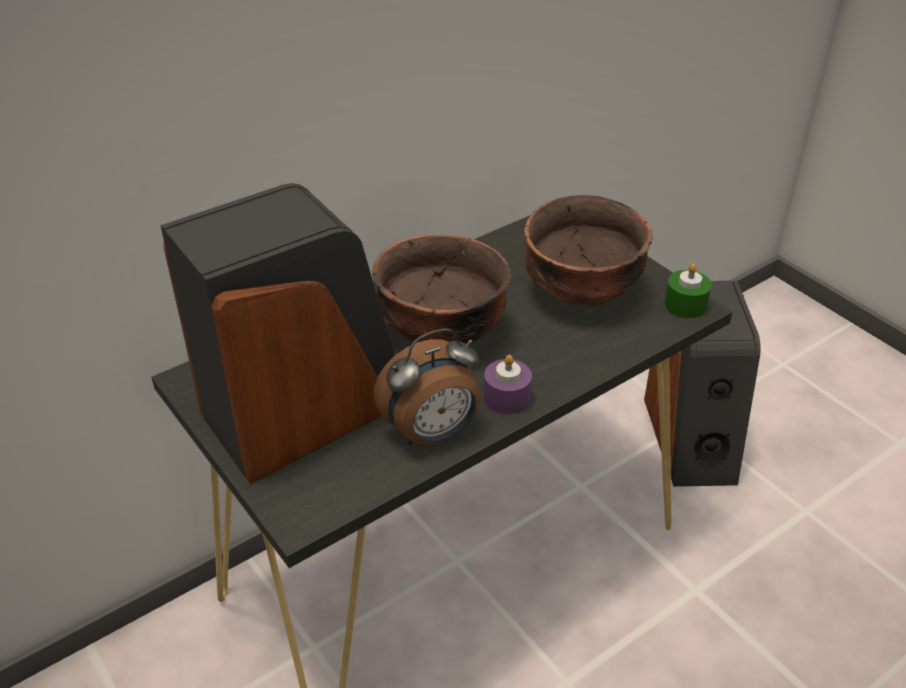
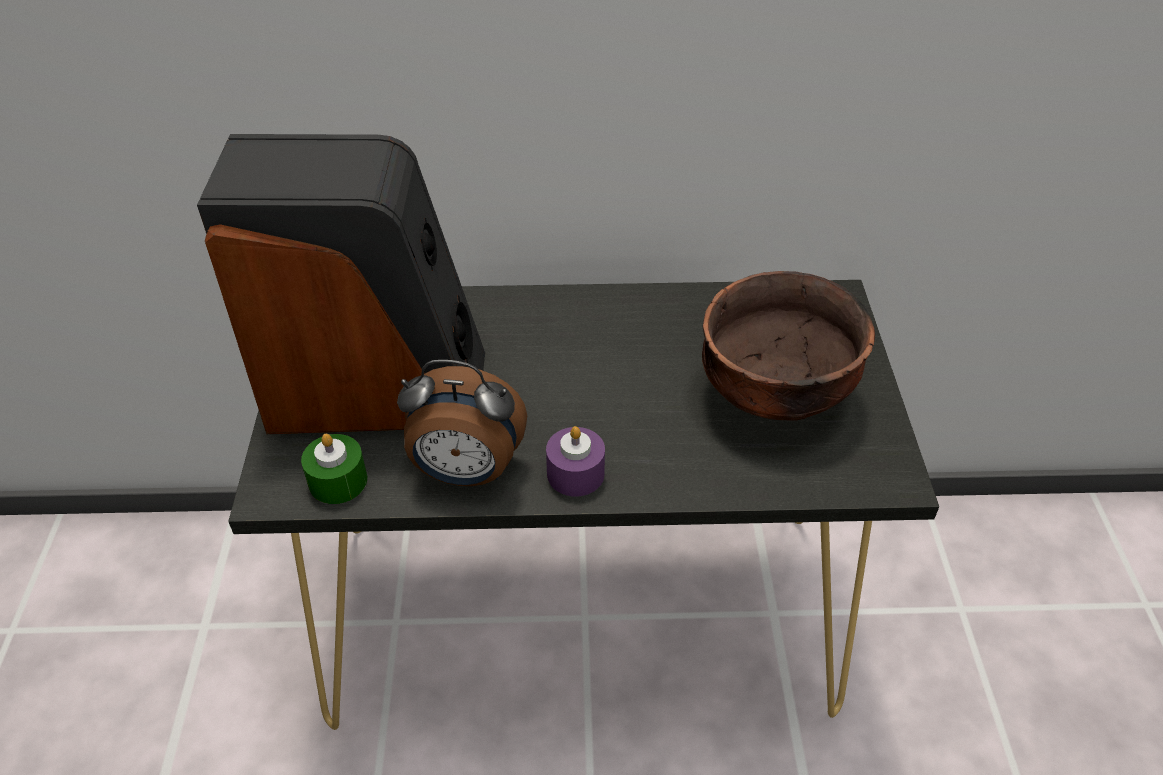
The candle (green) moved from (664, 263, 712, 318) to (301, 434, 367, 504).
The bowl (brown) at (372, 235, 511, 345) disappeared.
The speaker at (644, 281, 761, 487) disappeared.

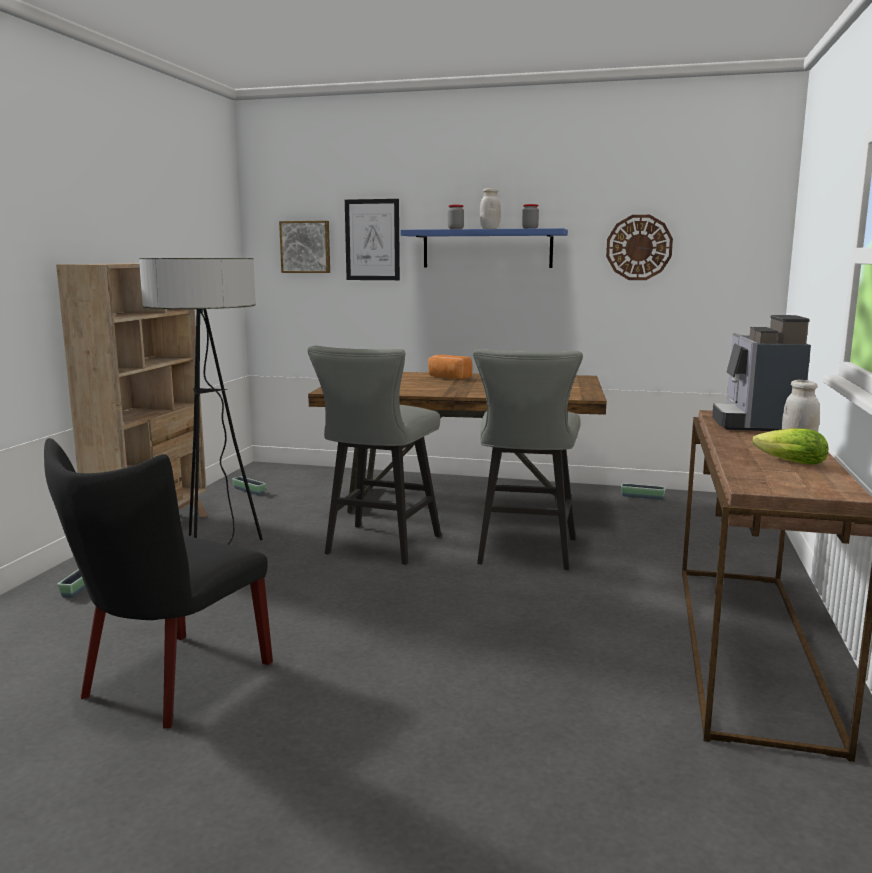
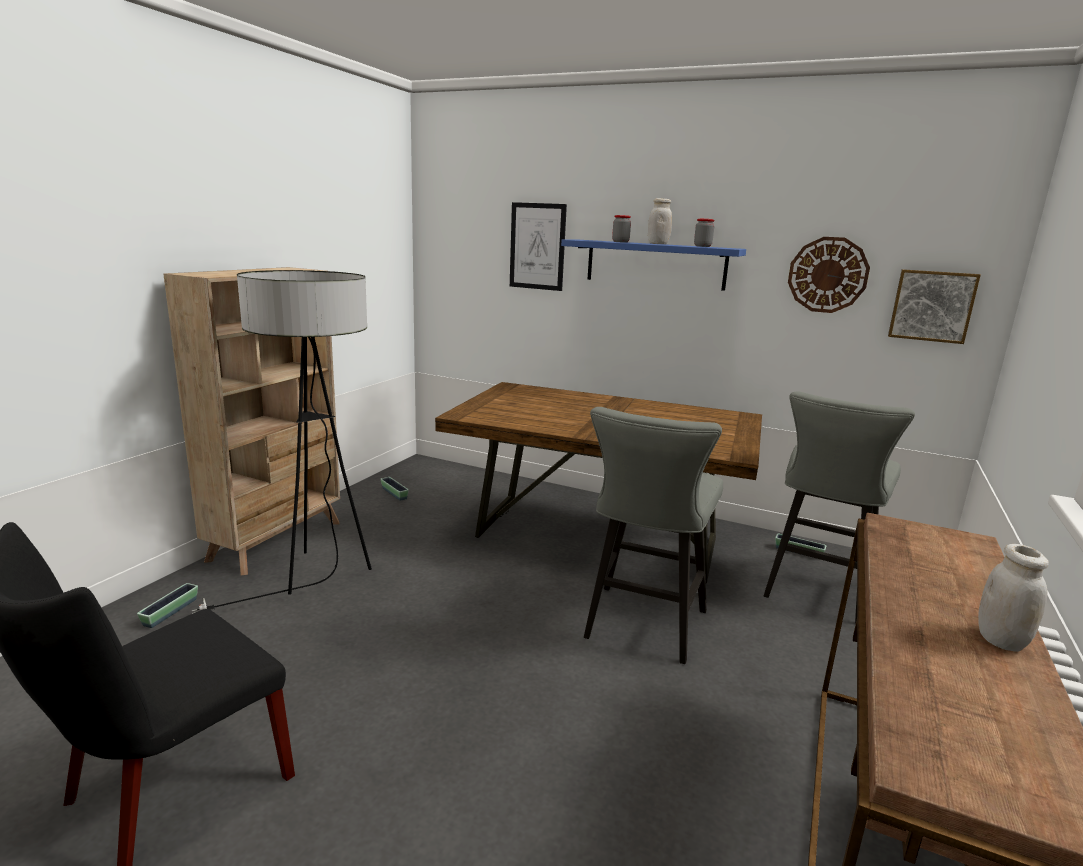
The stool (grey) moved from (308, 346, 441, 565) to (764, 391, 915, 624).
The picture moved from (279, 221, 330, 273) to (888, 269, 981, 344).
The bread at (428, 355, 473, 379) disappeared.
The coffee machine at (712, 315, 811, 431) disappeared.
The lettuce at (753, 428, 829, 465) disappeared.

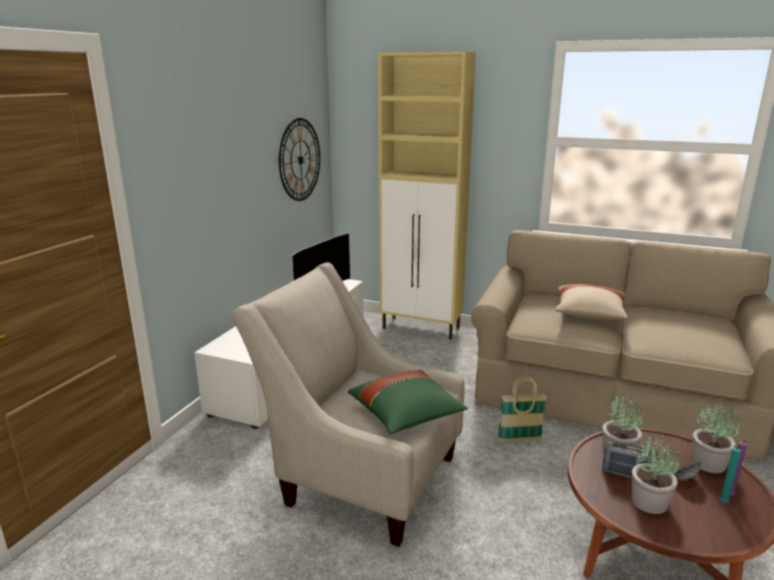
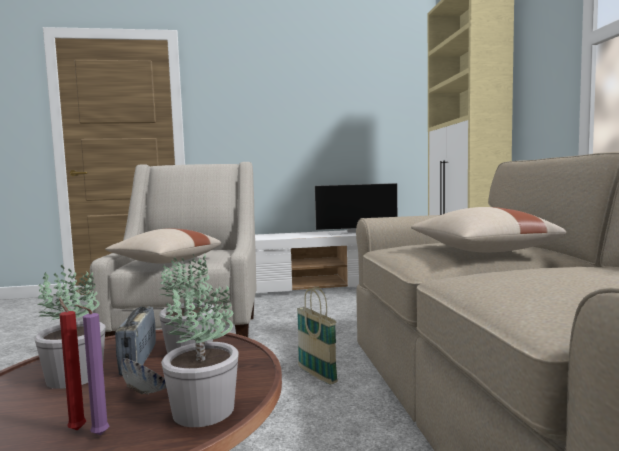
The candle (turquoise) at (720, 445, 741, 503) became the candle (red) at (59, 298, 86, 430).
The pillow (green) at (348, 370, 468, 435) became the pillow (beige) at (105, 228, 221, 263).
The wall clock at (279, 118, 320, 201) disappeared.

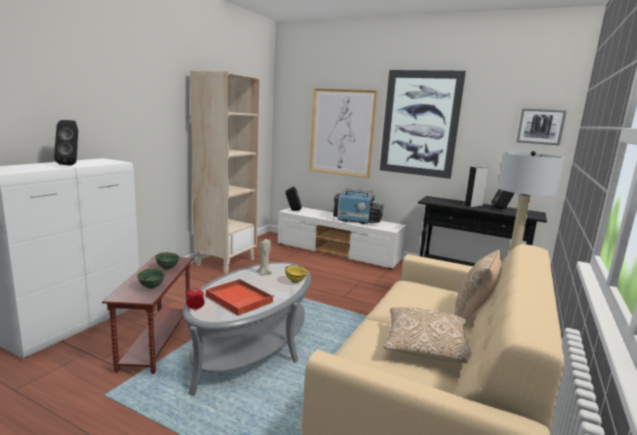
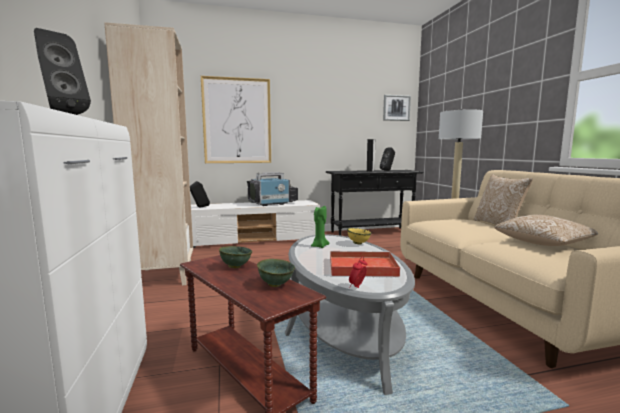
The candle (beige) at (256, 239, 272, 275) became the candle (green) at (311, 206, 329, 248).
The picture at (380, 70, 466, 179) disappeared.

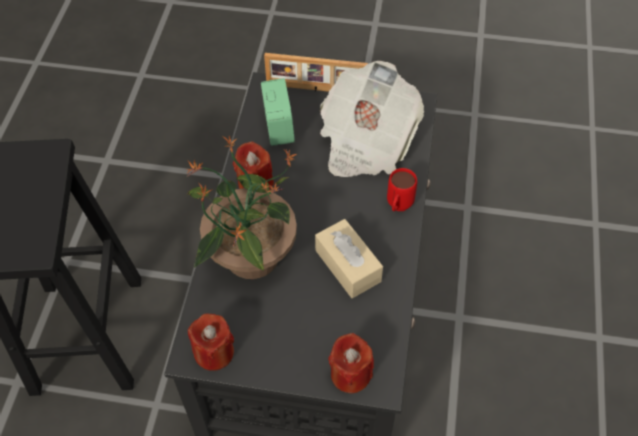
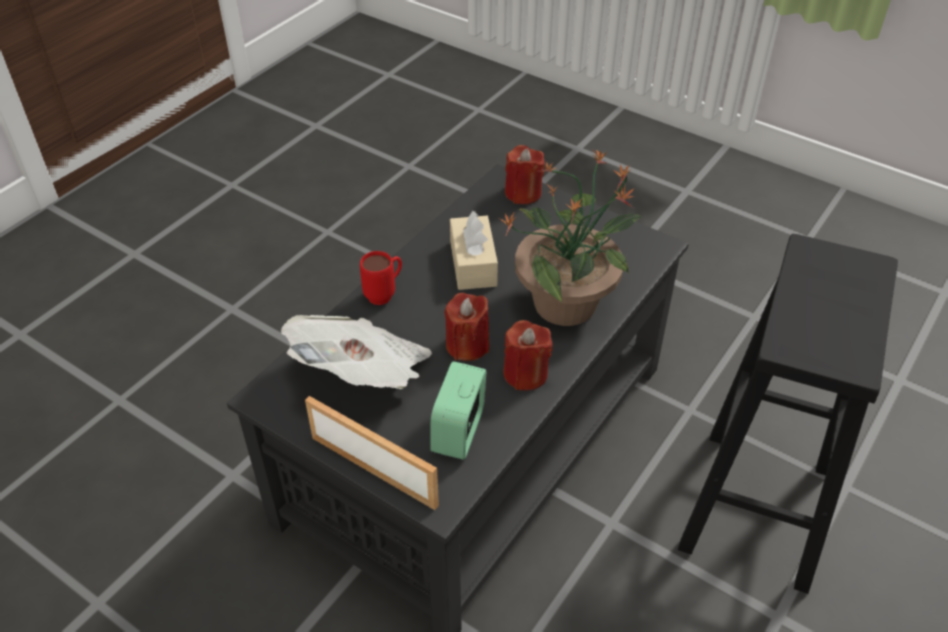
The candle (red) moved from (188, 313, 234, 371) to (444, 293, 489, 361).

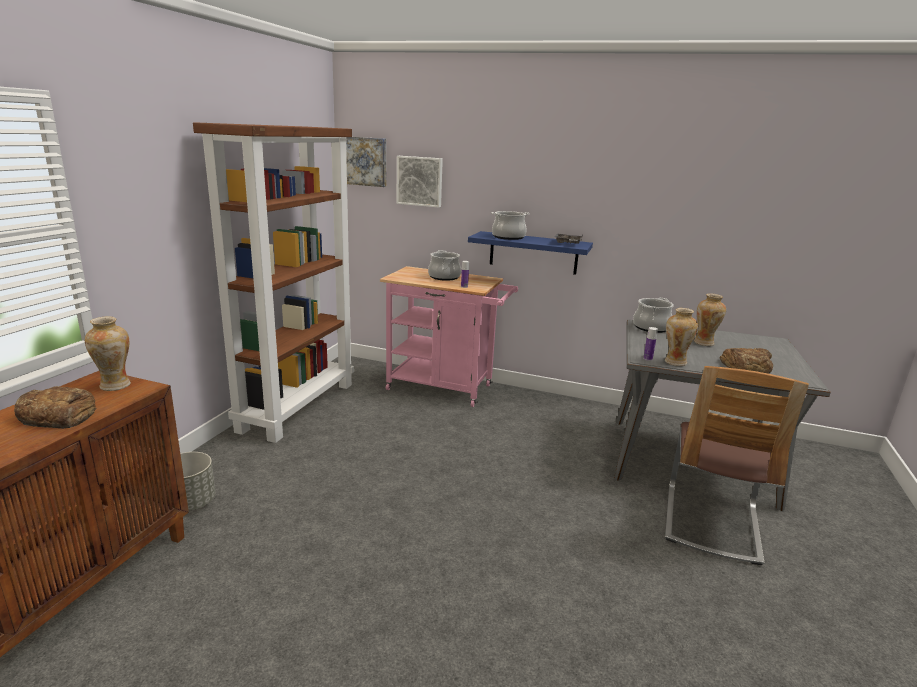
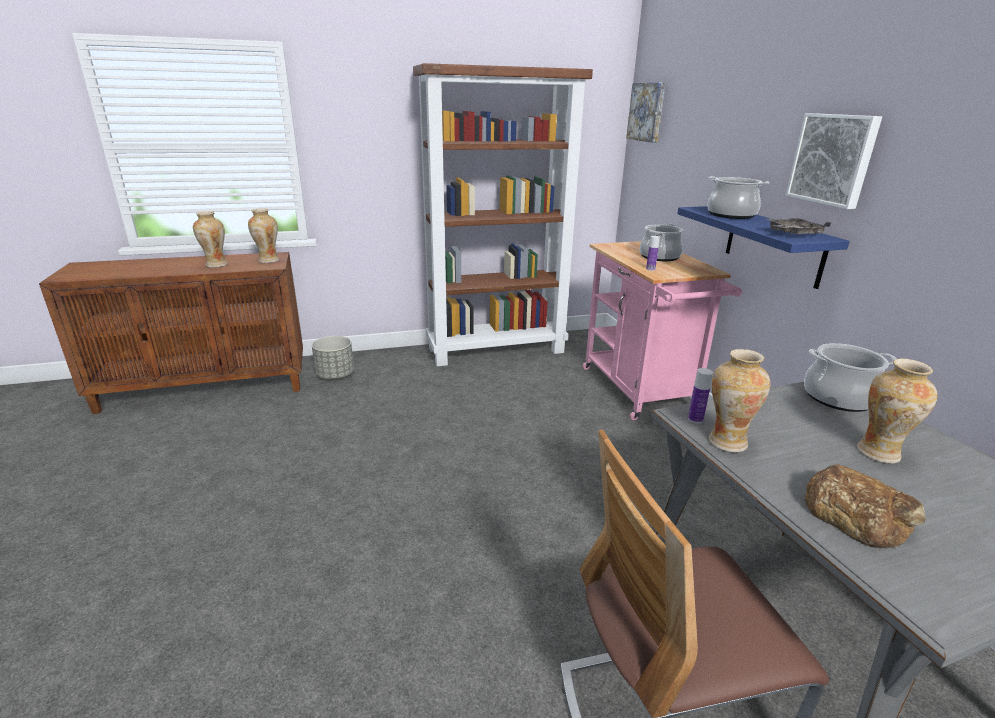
The bread at (14, 386, 97, 429) was replaced by the vase at (193, 211, 228, 268).
The picture moved from (397, 156, 443, 208) to (786, 113, 882, 209).

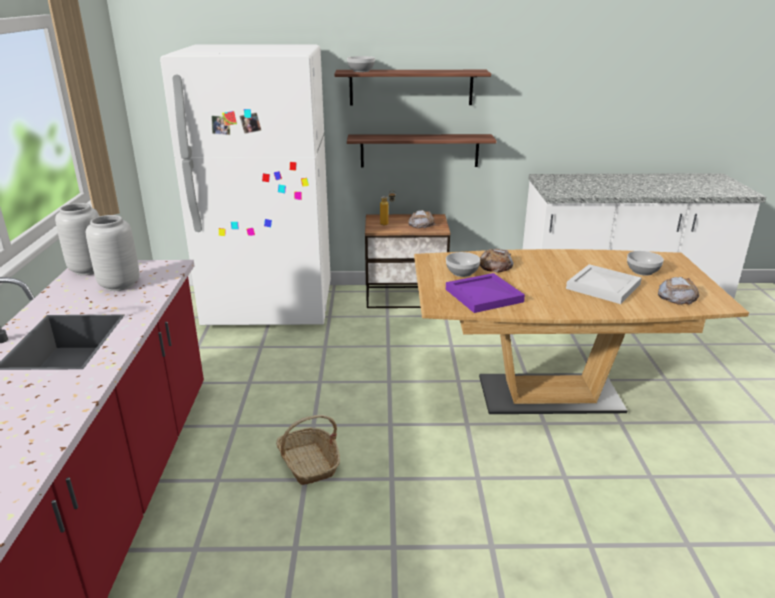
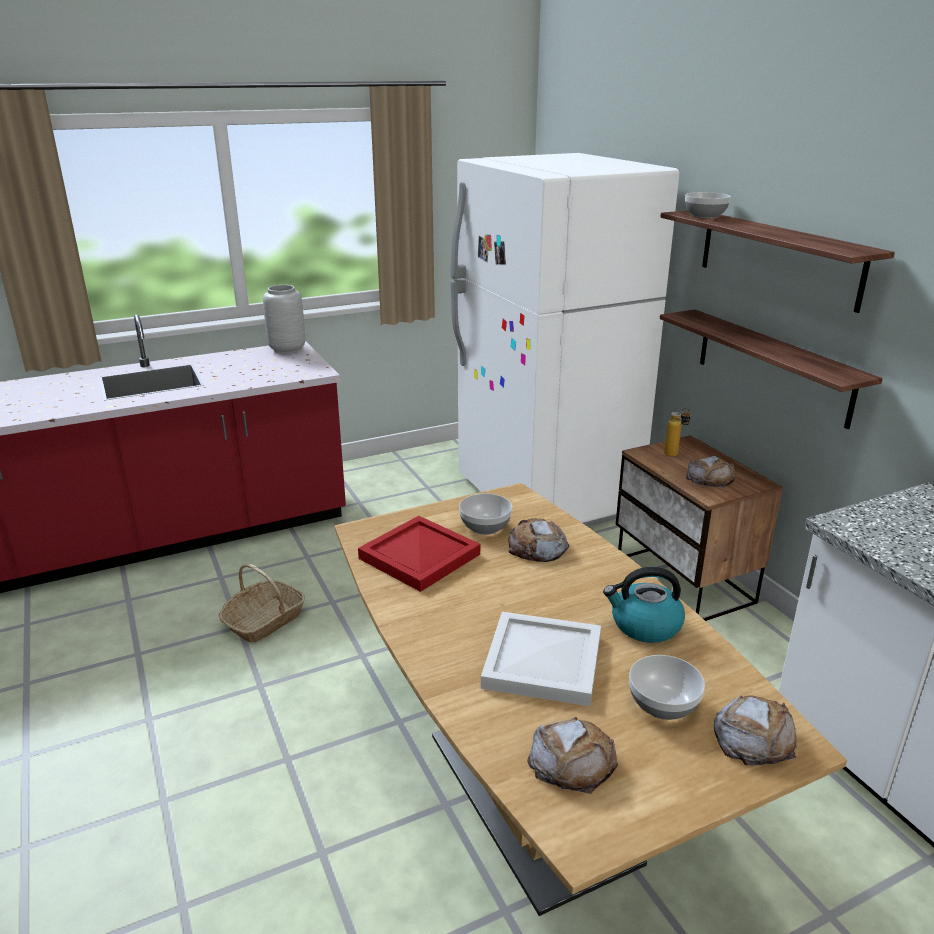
The tray (purple) at (446, 273, 525, 313) became the tray (red) at (358, 516, 480, 592).
The kettle at (603, 567, 685, 643) appeared.
The bread at (714, 696, 797, 766) appeared.
The vase (grey) at (86, 215, 140, 291) disappeared.

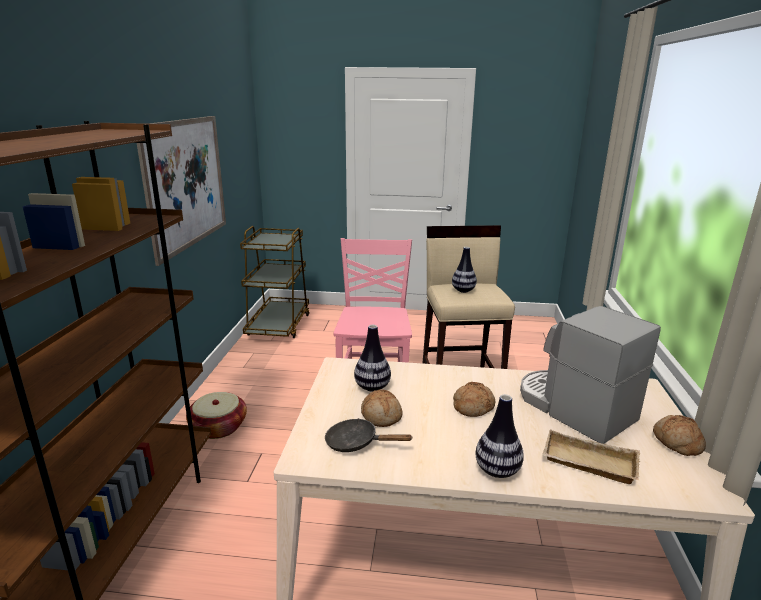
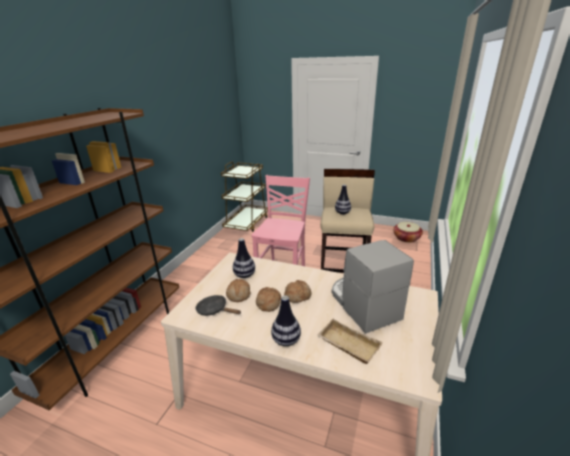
The bread moved from (653, 415, 706, 456) to (256, 287, 281, 312).
The basket moved from (186, 392, 247, 439) to (393, 222, 423, 243).
The picture at (137, 116, 226, 266) disappeared.

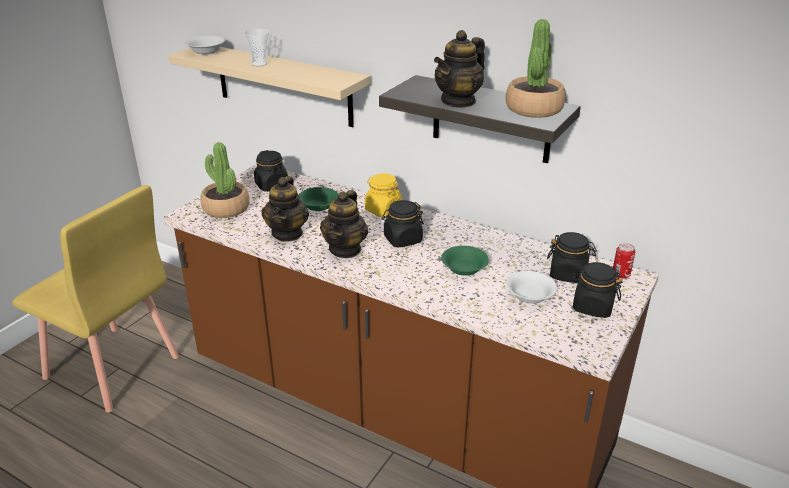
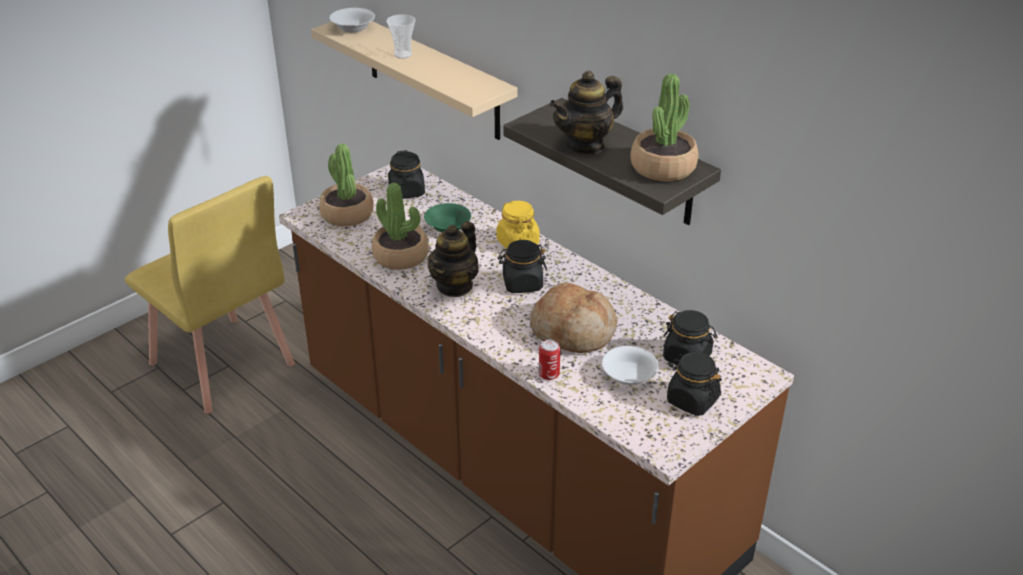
The teapot at (262, 176, 309, 241) was replaced by the potted plant at (372, 183, 429, 270).
The bowl (green) at (441, 246, 489, 276) was replaced by the bread at (530, 282, 618, 353).
The can moved from (613, 243, 635, 279) to (539, 339, 560, 380).

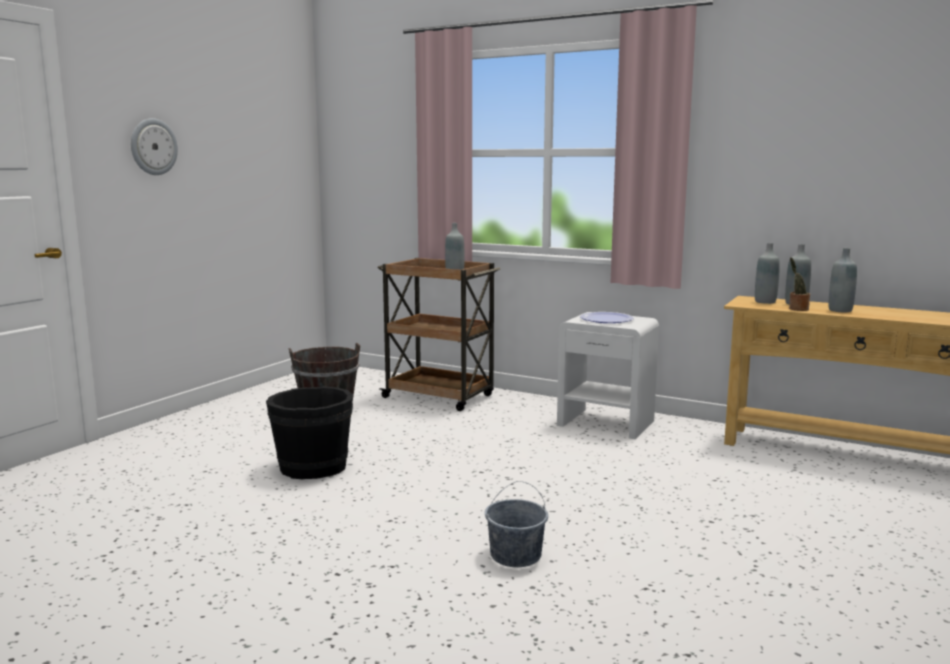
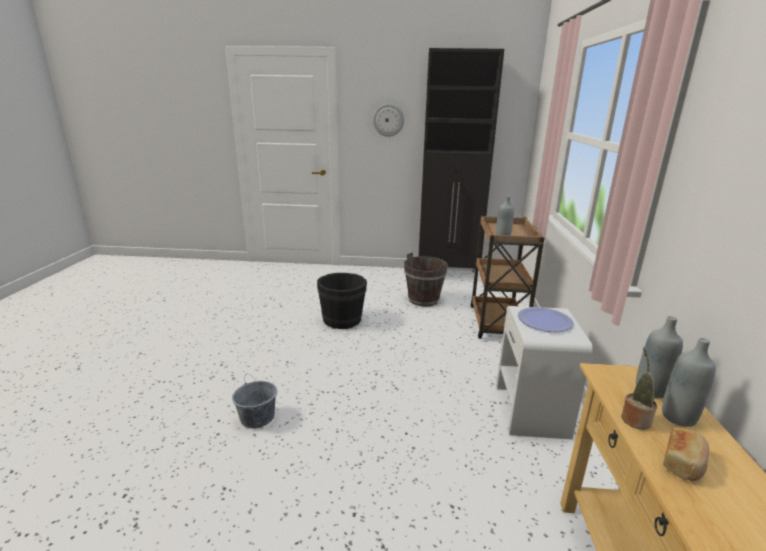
The cabinet (black) at (419, 48, 504, 273) appeared.
The bottle (grey) at (829, 248, 857, 312) was replaced by the bread at (663, 427, 709, 481).

